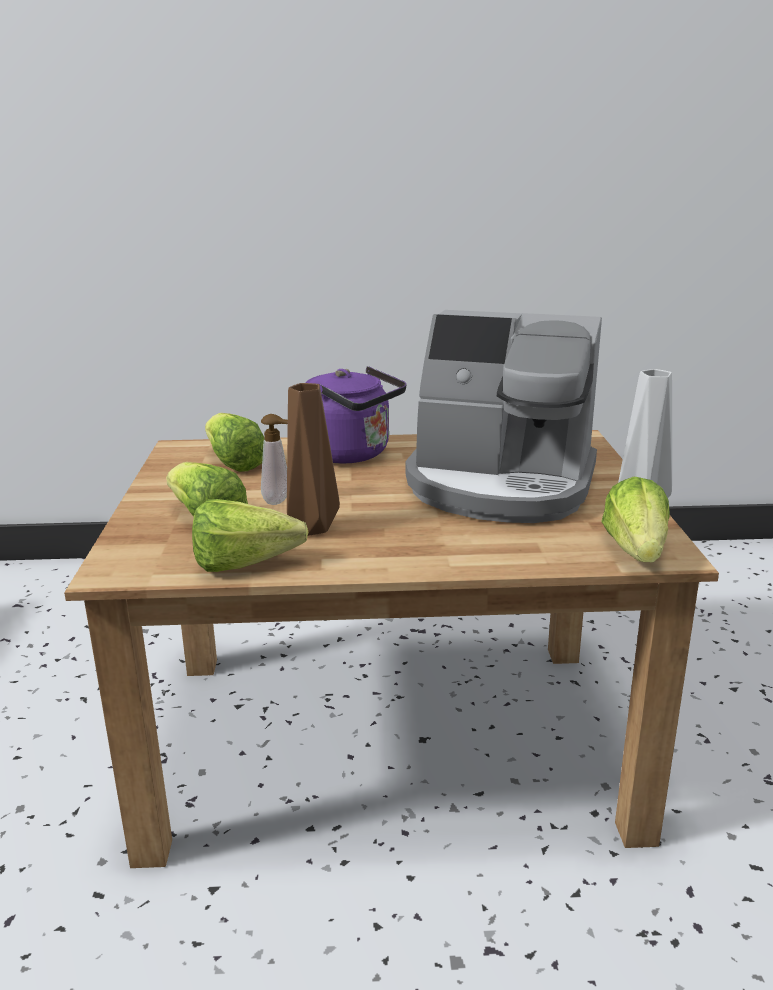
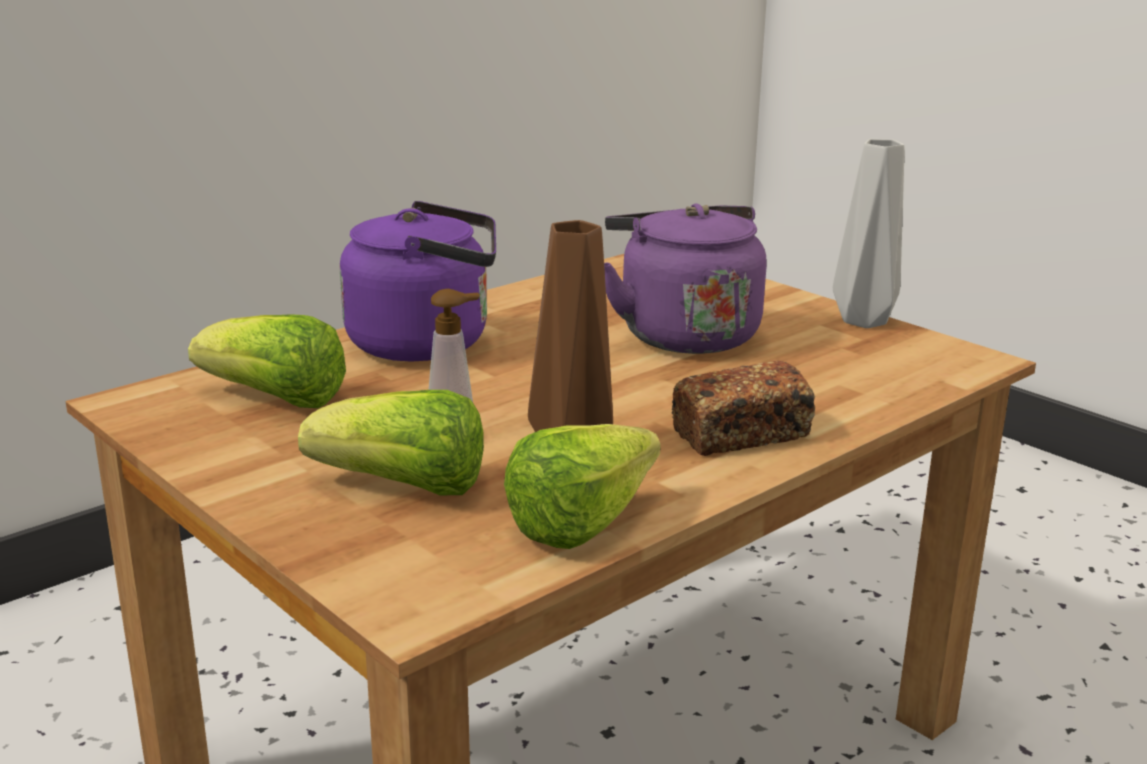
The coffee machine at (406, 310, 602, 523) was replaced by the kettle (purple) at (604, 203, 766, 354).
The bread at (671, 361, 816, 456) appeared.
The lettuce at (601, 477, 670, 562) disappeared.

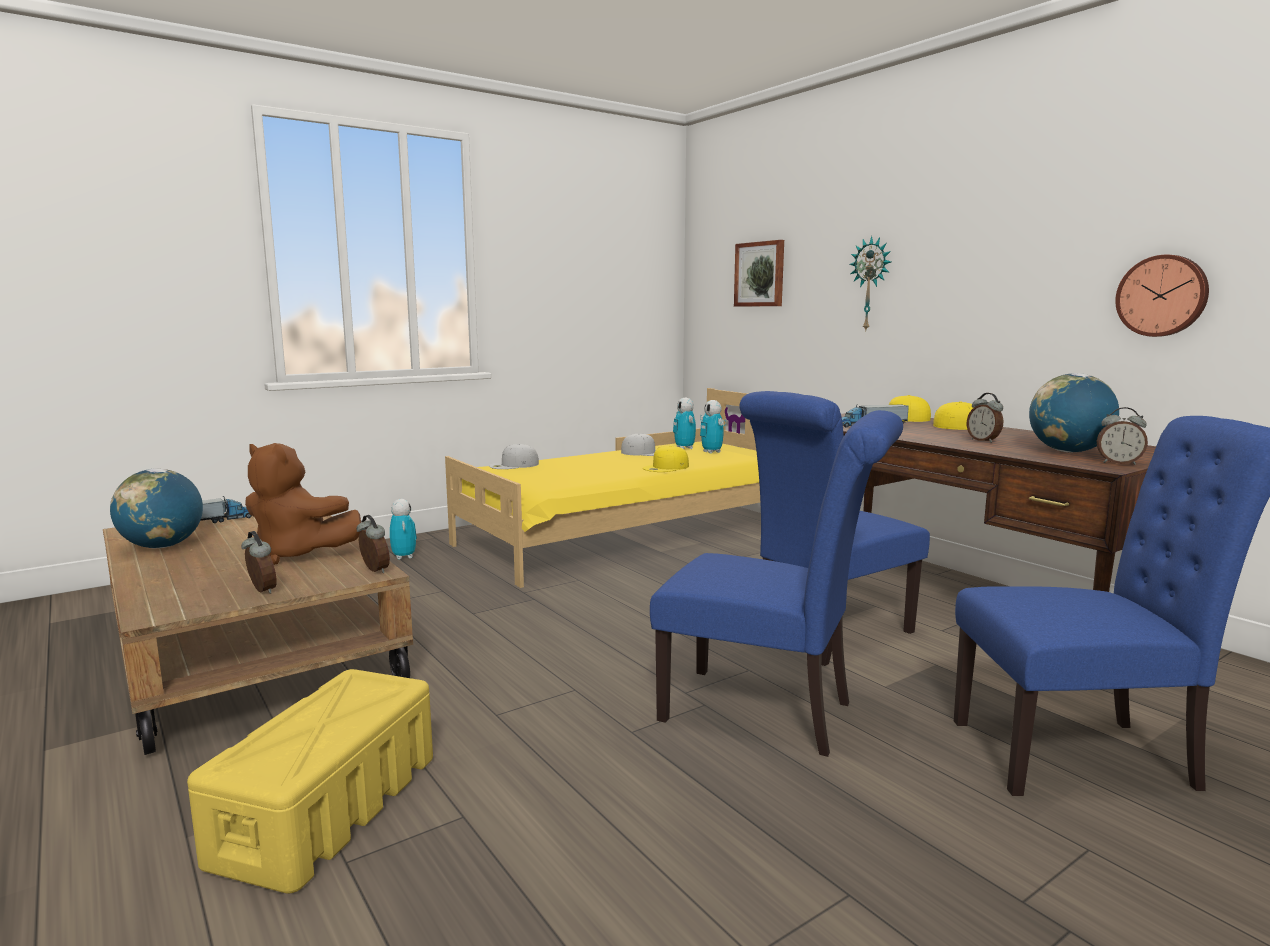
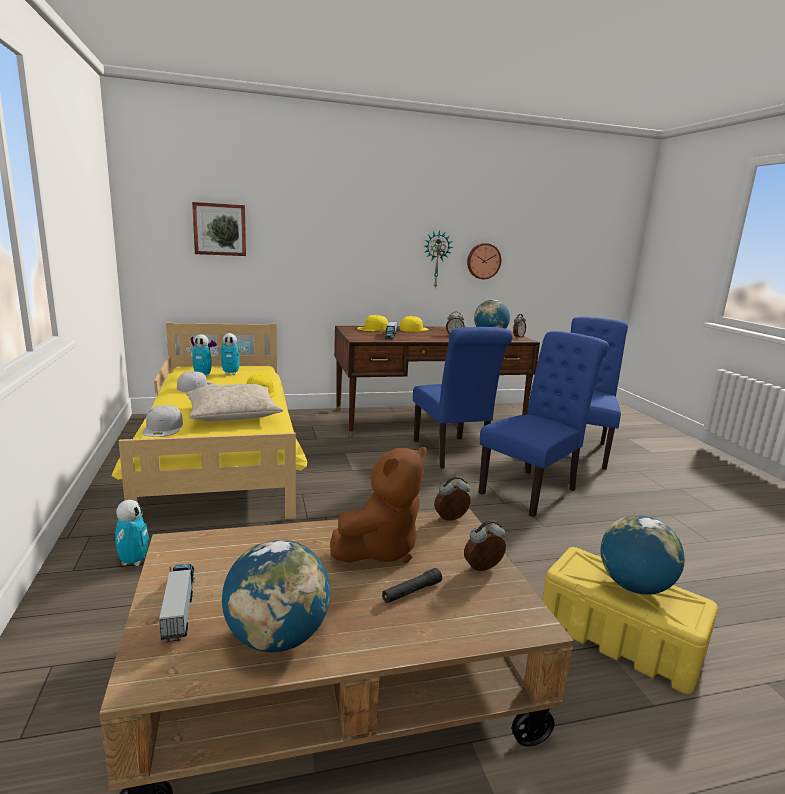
The toy robot at (390, 499, 417, 560) turned 90 degrees clockwise.
The pillow (beige) at (186, 384, 283, 421) appeared.
The flashlight (black) at (382, 568, 442, 603) appeared.
The wall clock moved from (850, 236, 891, 330) to (424, 230, 453, 288).
The globe at (601, 515, 685, 595) appeared.

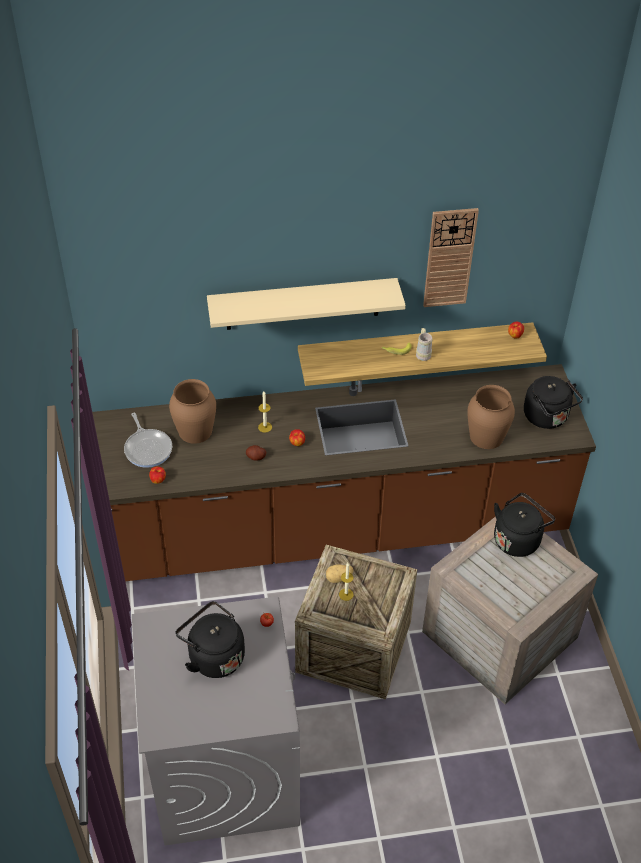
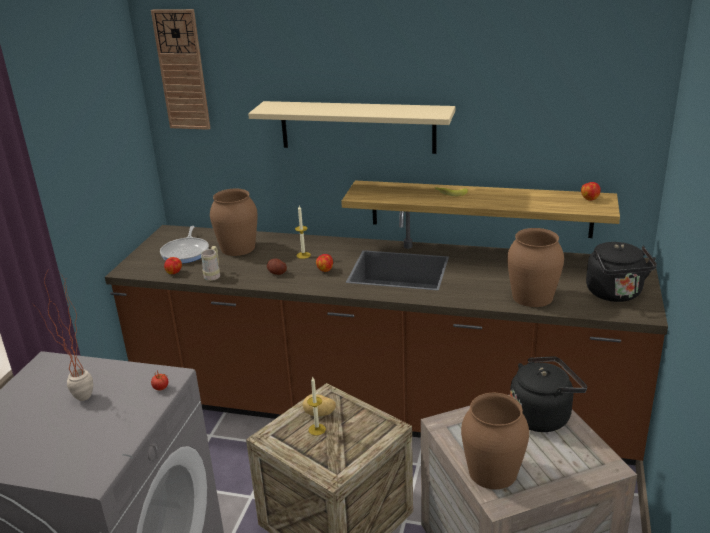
The kettle (black) at (175, 601, 245, 678) was replaced by the potted plant at (35, 272, 93, 401).
The wall clock moved from (423, 208, 479, 307) to (151, 9, 210, 130).
The mug (beige) moved from (416, 328, 432, 361) to (201, 246, 220, 281).
The vase (brown) at (461, 393, 529, 489) appeared.

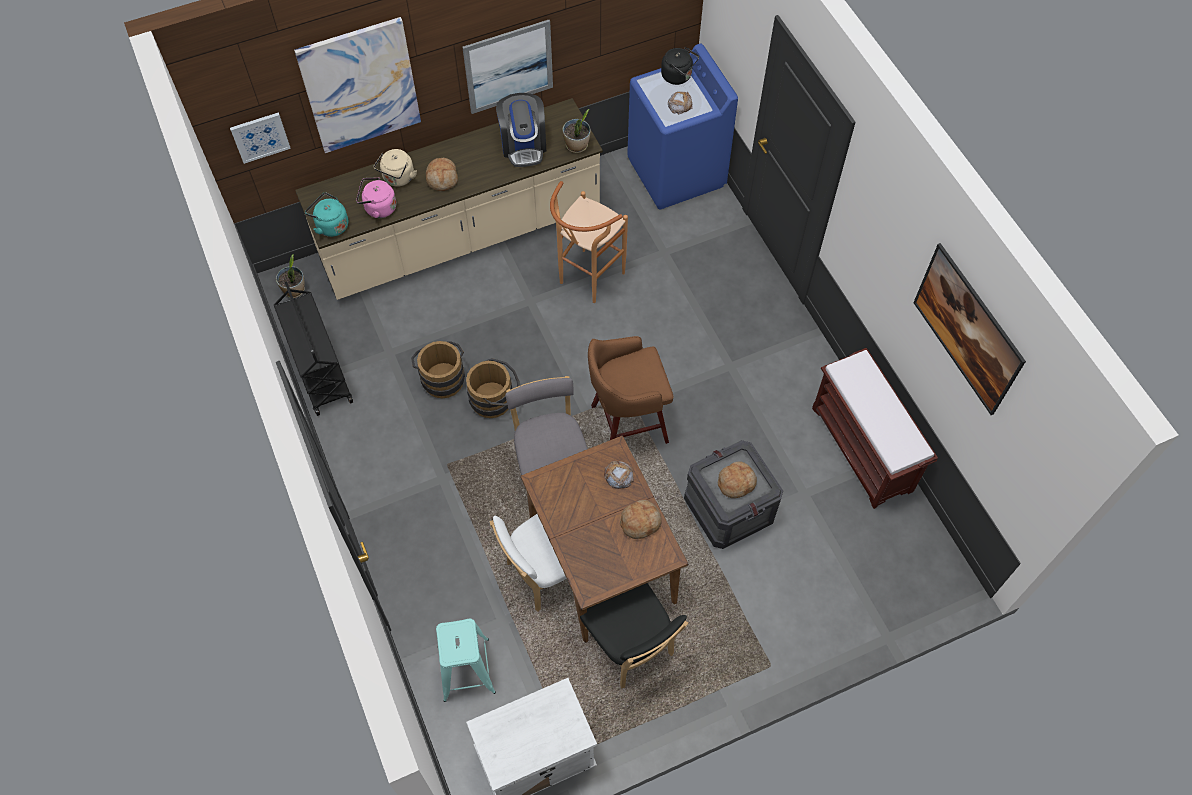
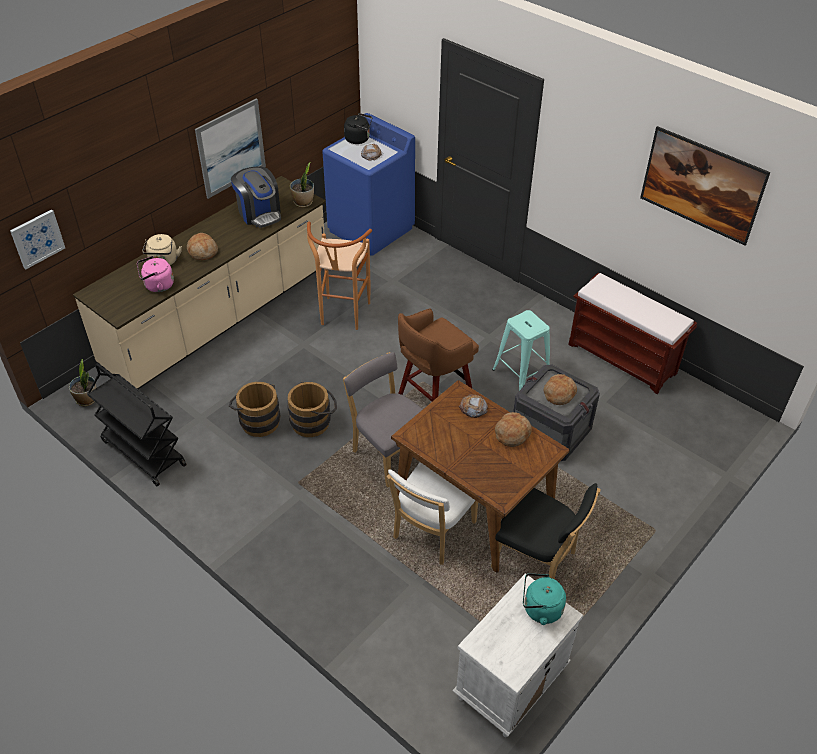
The stool (turquoise) moved from (436, 619, 496, 702) to (492, 310, 550, 391).
The kettle (turquoise) moved from (305, 192, 348, 237) to (523, 573, 566, 625).
The picture at (294, 17, 421, 153) disappeared.

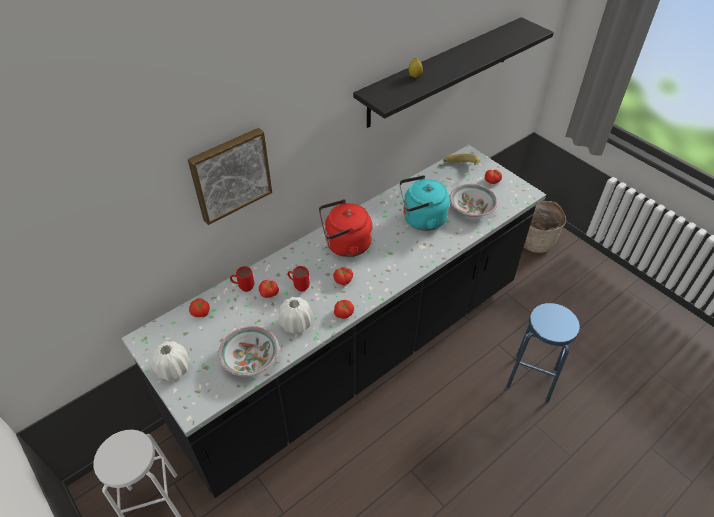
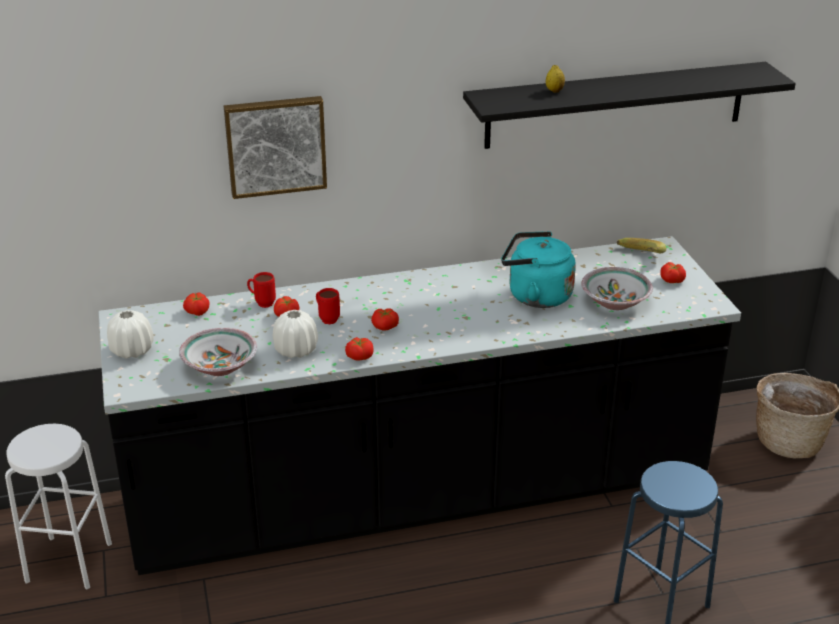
The kettle (red) at (319, 199, 372, 257) disappeared.

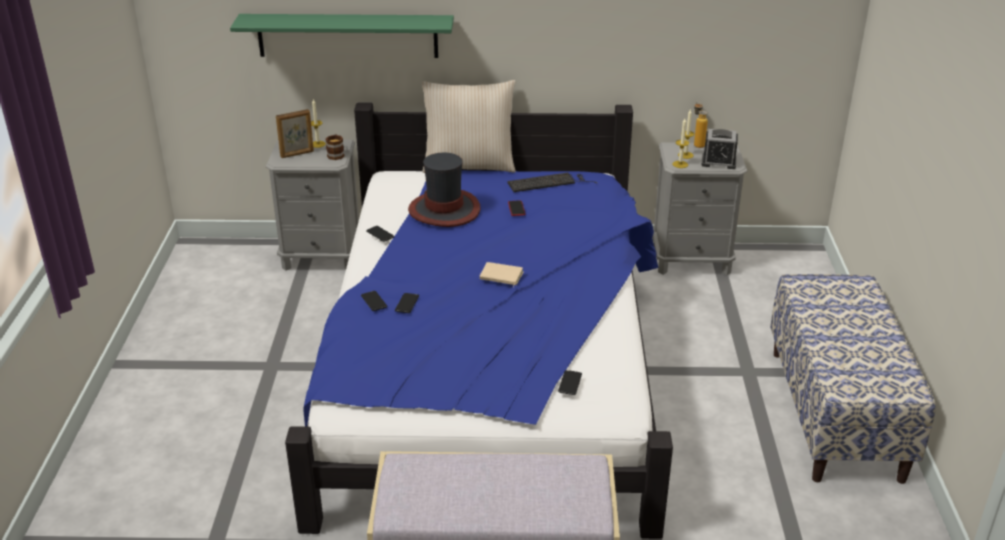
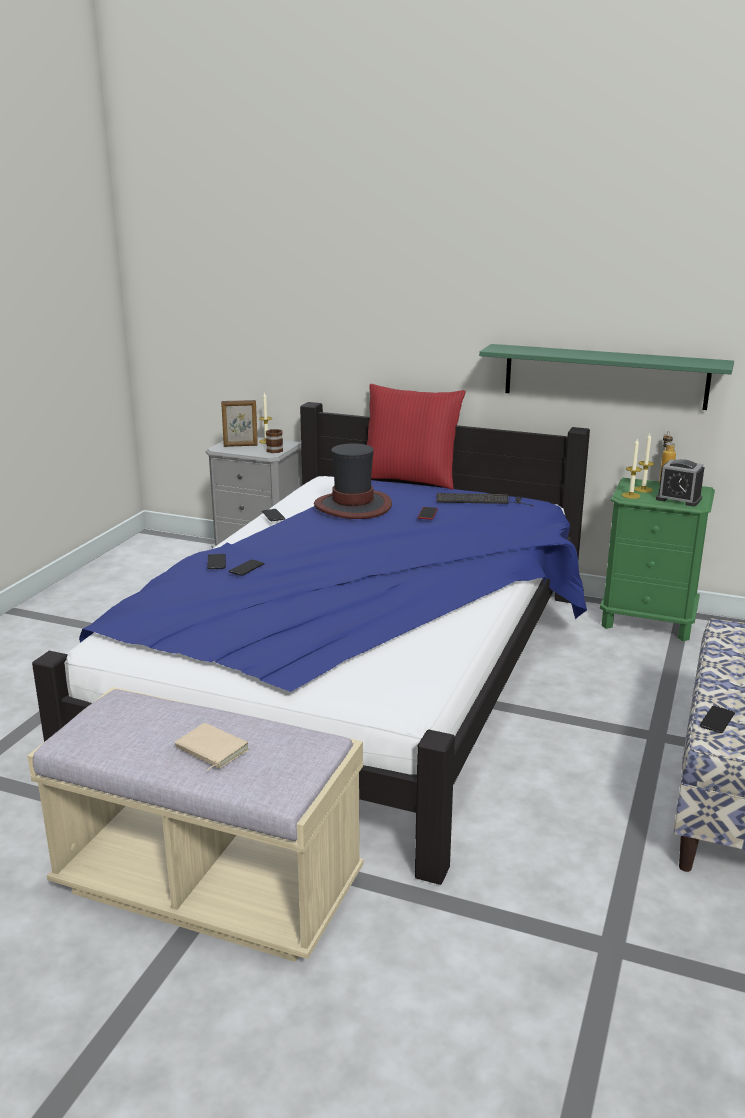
The book (beige) moved from (480, 262, 524, 287) to (175, 723, 249, 771).
The pillow (beige) at (422, 80, 516, 173) became the pillow (red) at (367, 384, 466, 490).
The shelf (green) moved from (230, 14, 454, 58) to (479, 344, 734, 410).
The nightstand (grey) at (653, 142, 747, 275) became the nightstand (green) at (600, 478, 715, 641).
The phone moved from (558, 370, 582, 395) to (699, 706, 735, 733).

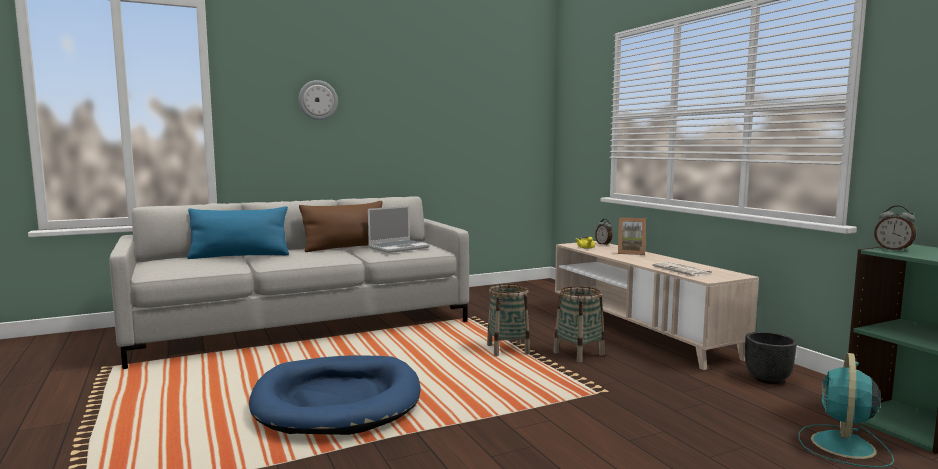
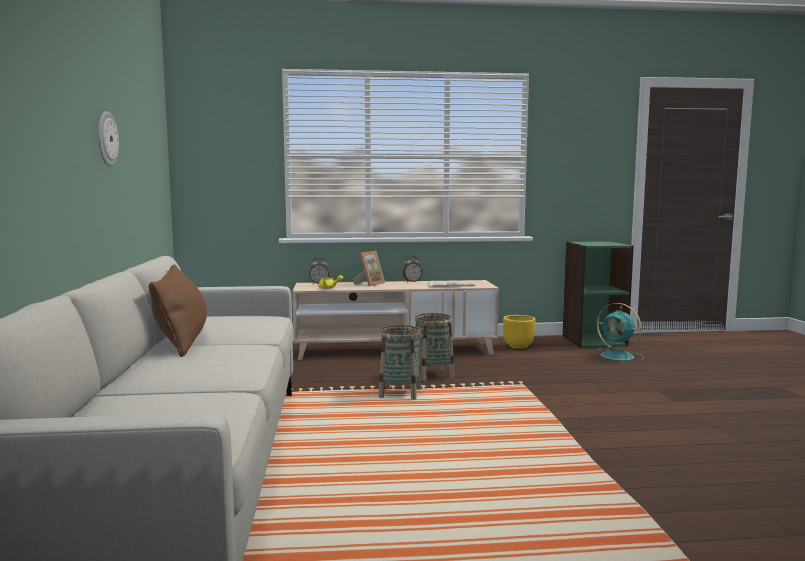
The wall clock moved from (299, 80, 338, 120) to (98, 111, 119, 167).
The alarm clock moved from (874, 206, 916, 251) to (403, 256, 423, 282).
The planter (black) at (745, 332, 797, 384) became the planter (yellow) at (503, 315, 536, 349).
The pillow (blue) at (187, 206, 289, 259) disappeared.
The dog bed (blue) at (249, 355, 421, 435) disappeared.
The laptop at (368, 206, 430, 253) disappeared.

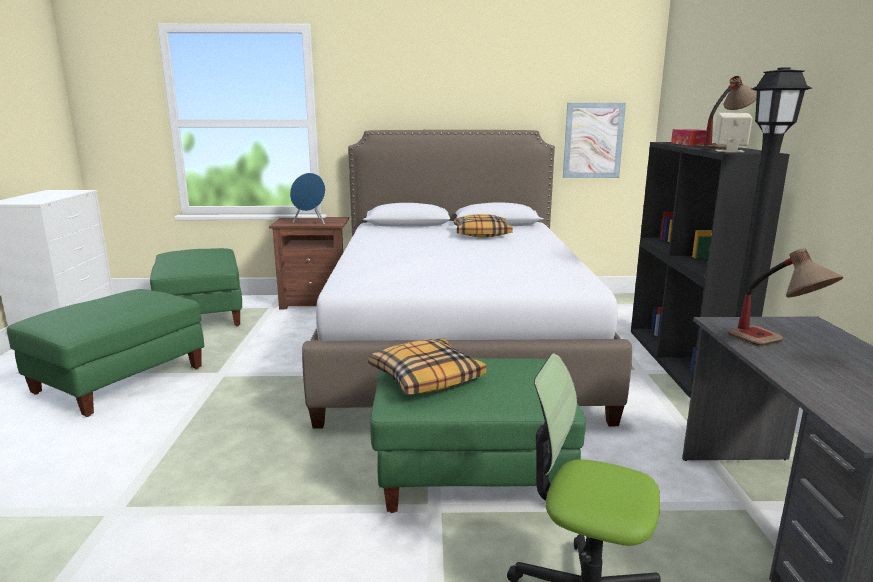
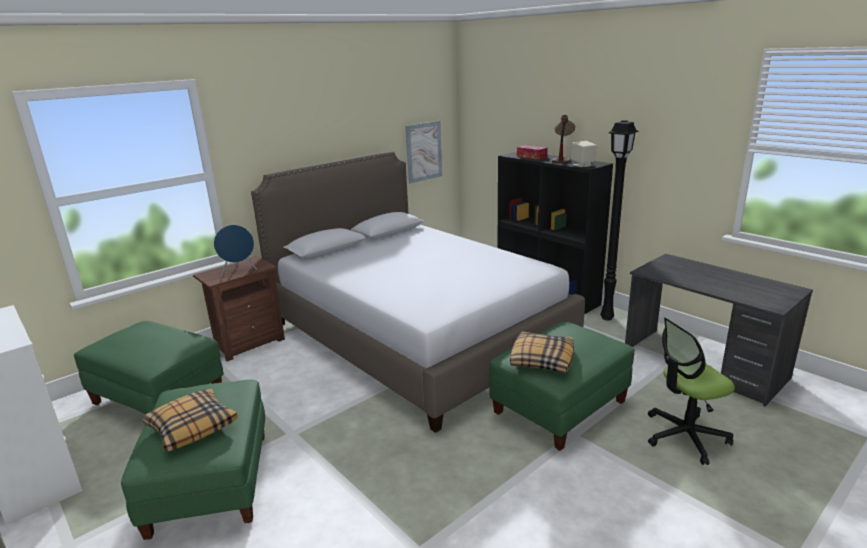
The pillow moved from (454, 214, 513, 237) to (142, 388, 238, 452).
The table lamp at (728, 248, 843, 346) disappeared.

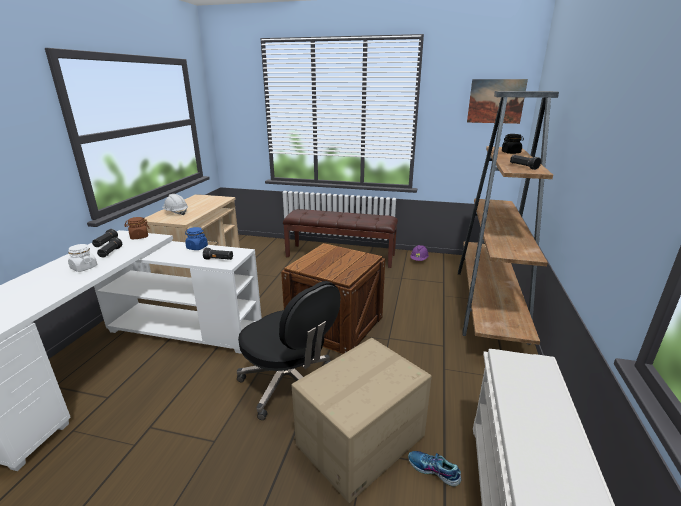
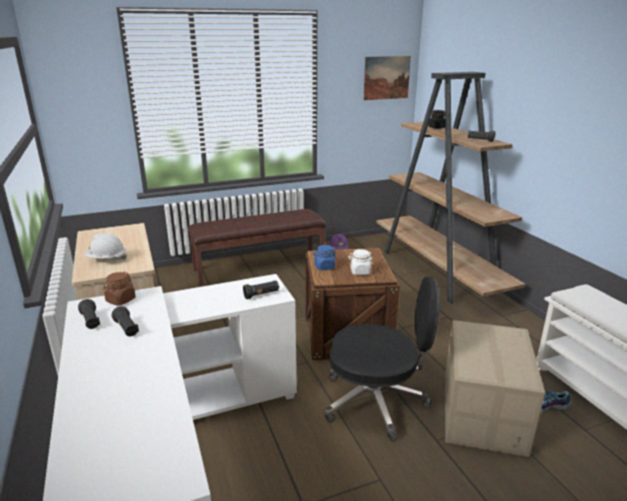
The jar (blue) moved from (185, 227, 208, 250) to (313, 245, 336, 270).
The jar (white) moved from (68, 244, 97, 272) to (349, 249, 373, 275).

